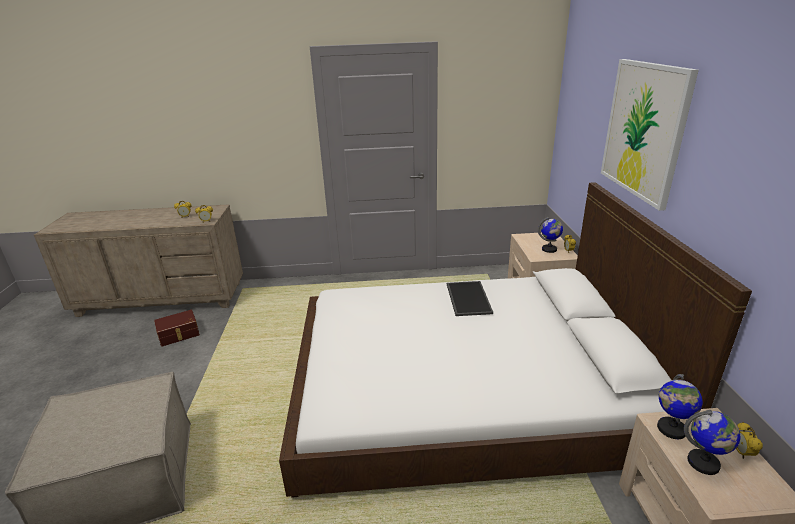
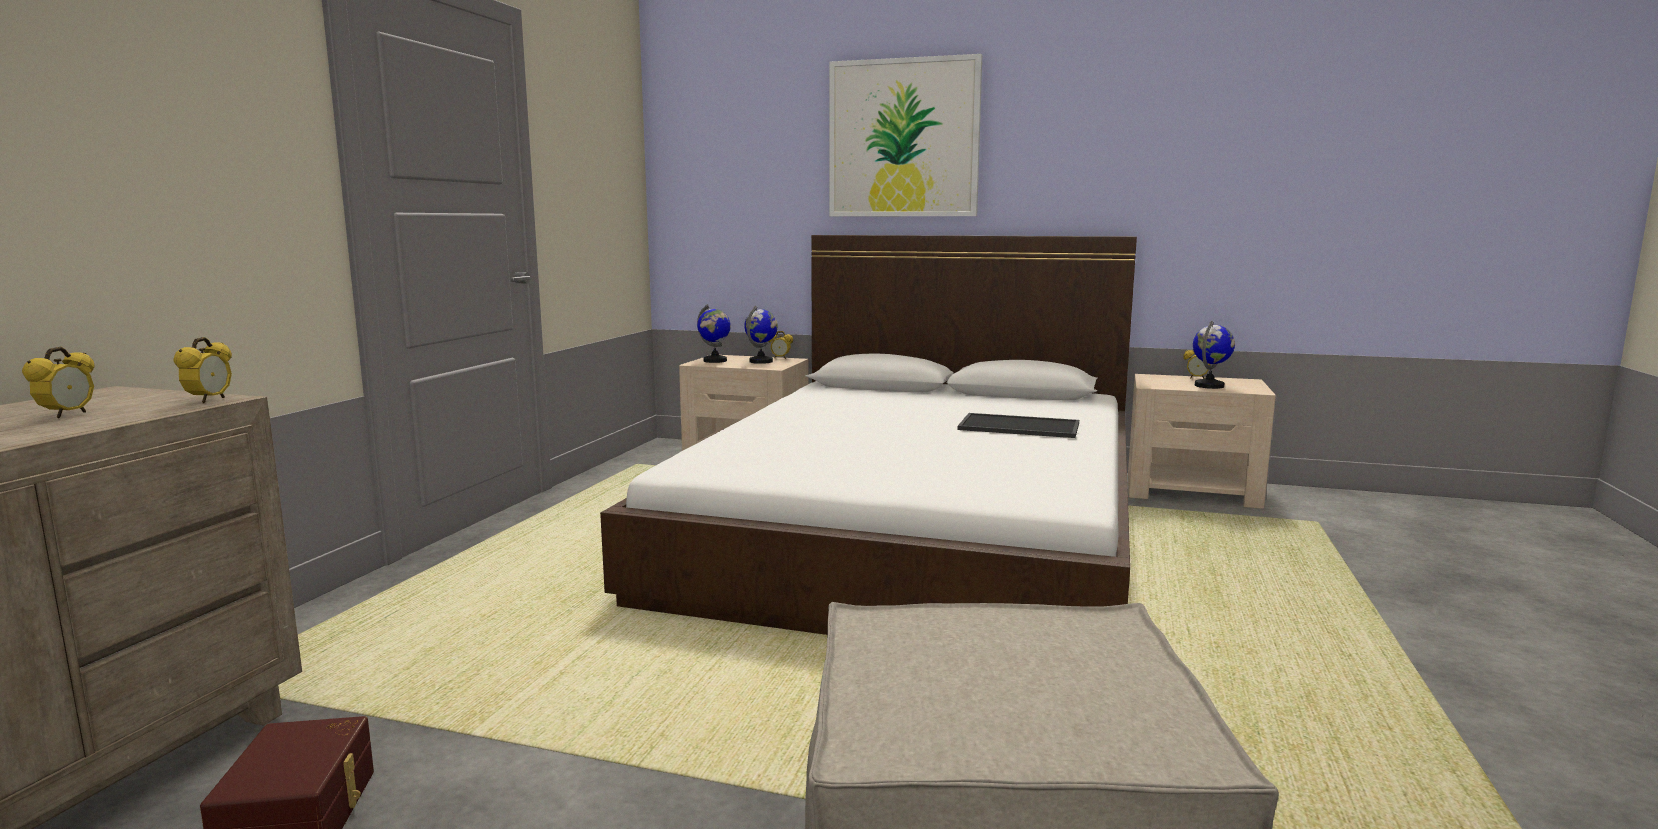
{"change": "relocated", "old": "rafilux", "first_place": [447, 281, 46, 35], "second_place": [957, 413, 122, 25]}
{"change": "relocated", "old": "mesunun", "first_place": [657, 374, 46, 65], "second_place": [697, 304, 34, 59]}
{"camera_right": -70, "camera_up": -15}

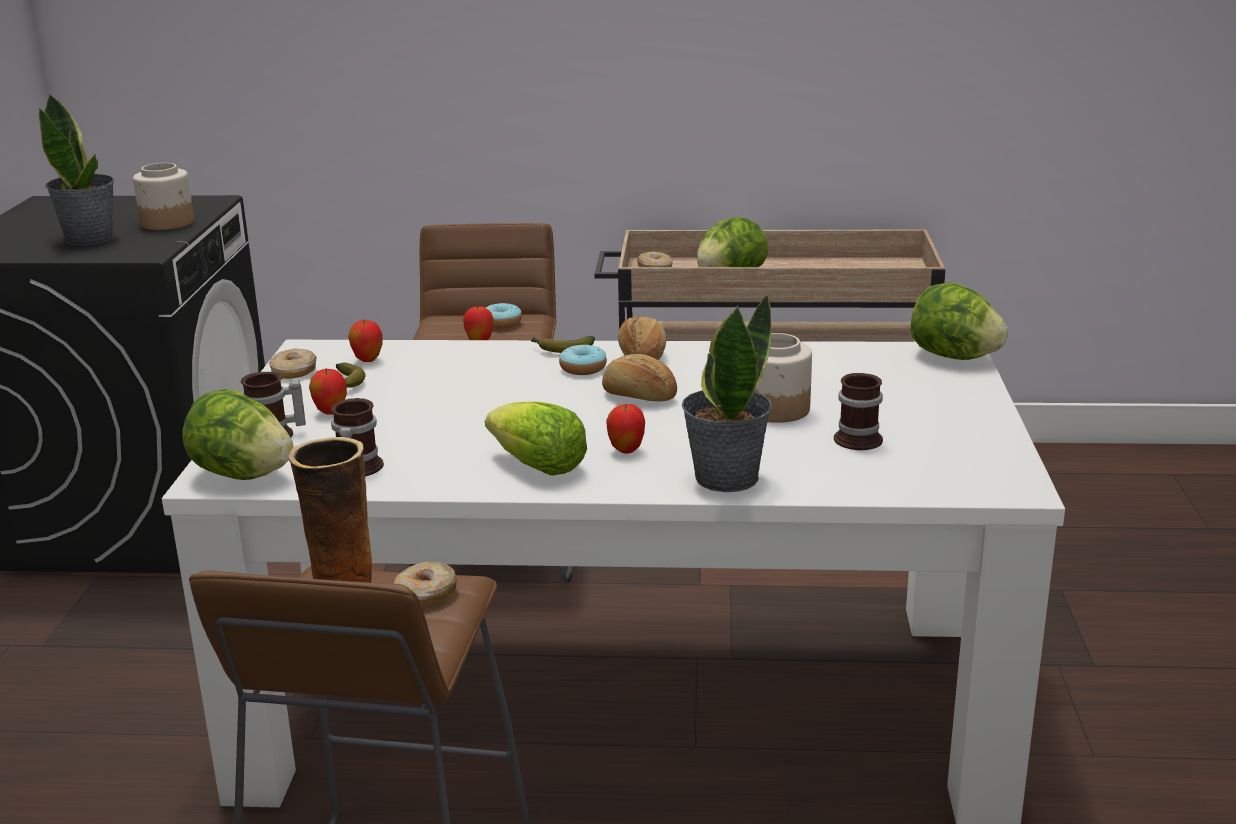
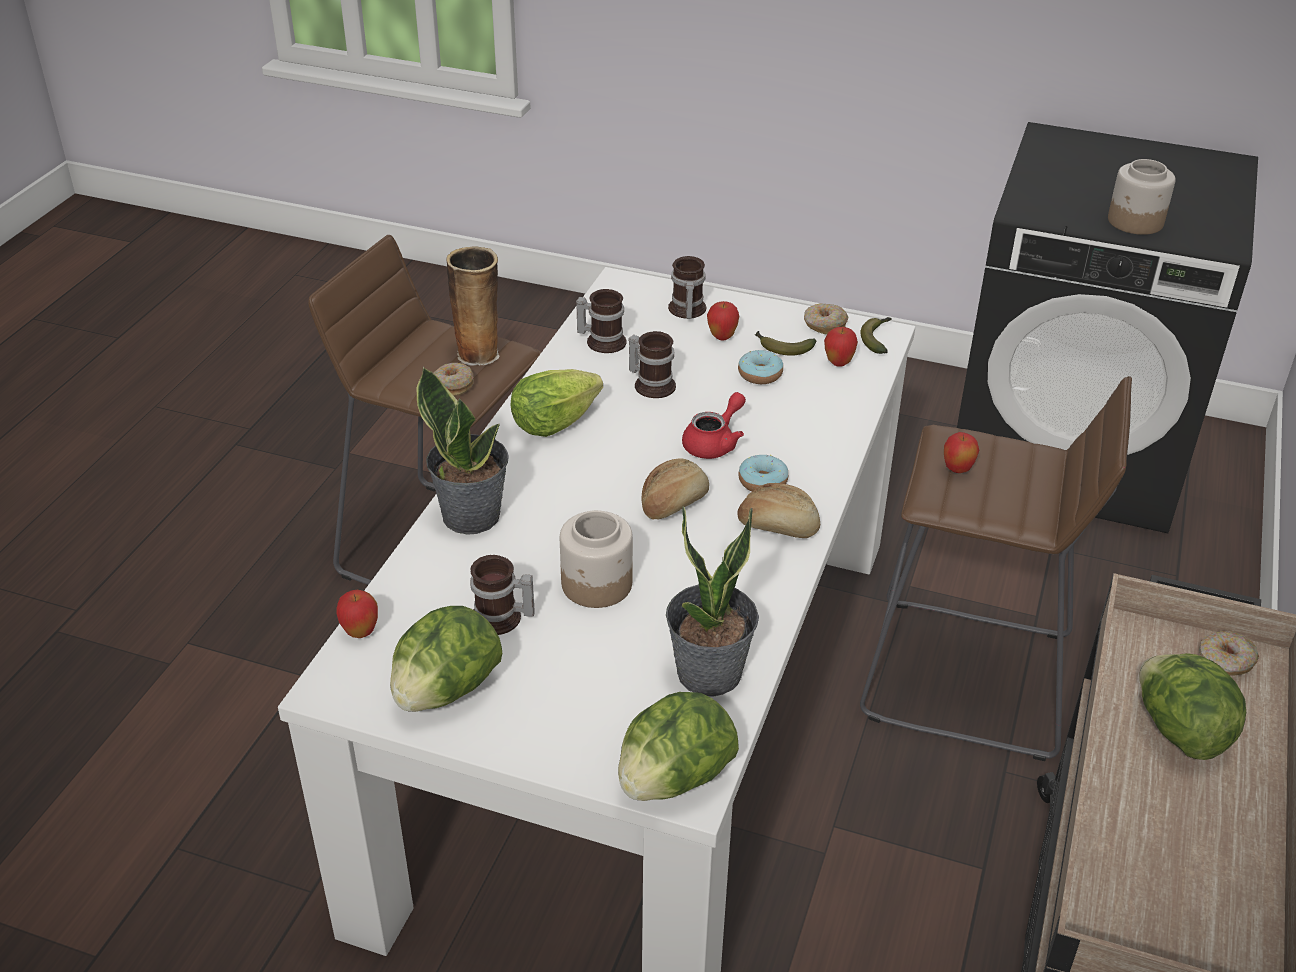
{"change": "relocated", "old": "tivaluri", "first_place": [39, 94, 75, 151], "second_place": [666, 507, 93, 190]}
{"change": "relocated", "old": "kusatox", "first_place": [486, 303, 36, 26], "second_place": [738, 350, 45, 34]}
{"change": "relocated", "old": "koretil", "first_place": [531, 336, 64, 17], "second_place": [860, 317, 32, 37]}
{"change": "relocated", "old": "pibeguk", "first_place": [183, 389, 111, 91], "second_place": [390, 606, 112, 106]}
{"change": "relocated", "old": "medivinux", "first_place": [606, 404, 39, 50], "second_place": [336, 590, 42, 48]}
{"change": "appeared", "new": "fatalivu", "second_place": [628, 331, 48, 67]}
{"change": "appeared", "new": "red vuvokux", "second_place": [682, 392, 64, 67]}
{"camera_right": 105, "camera_up": 15}

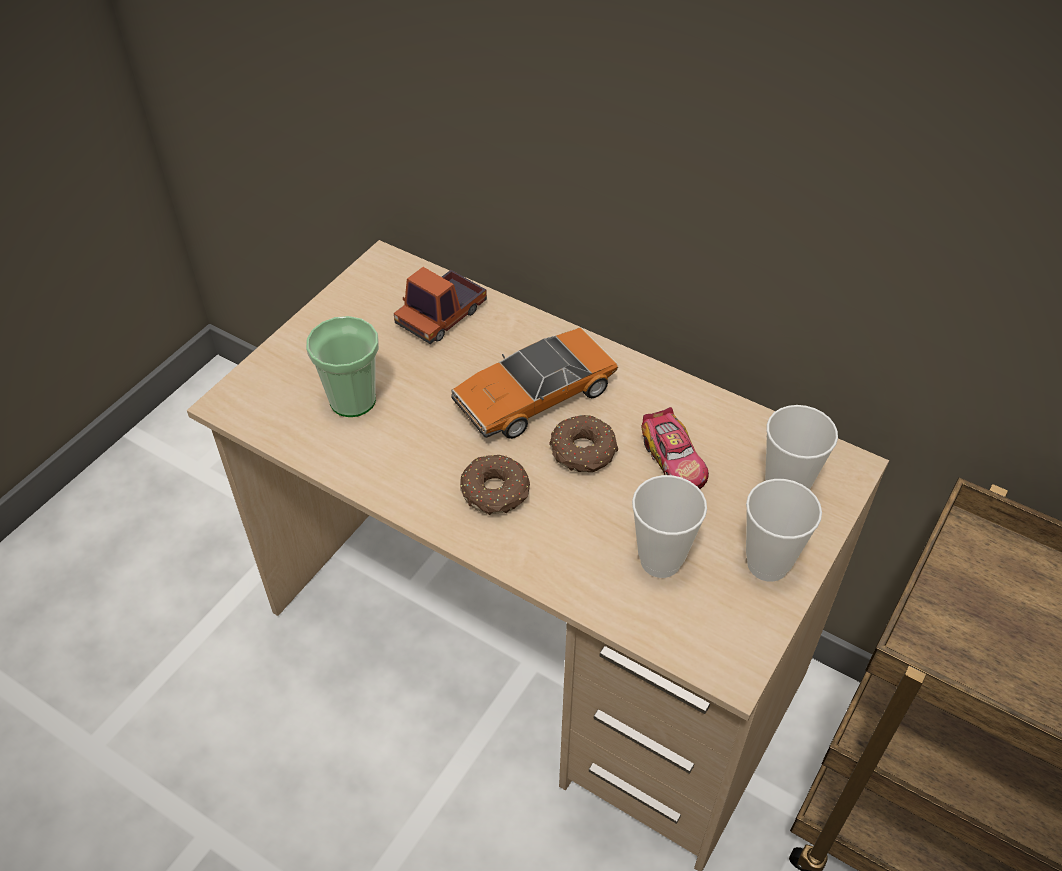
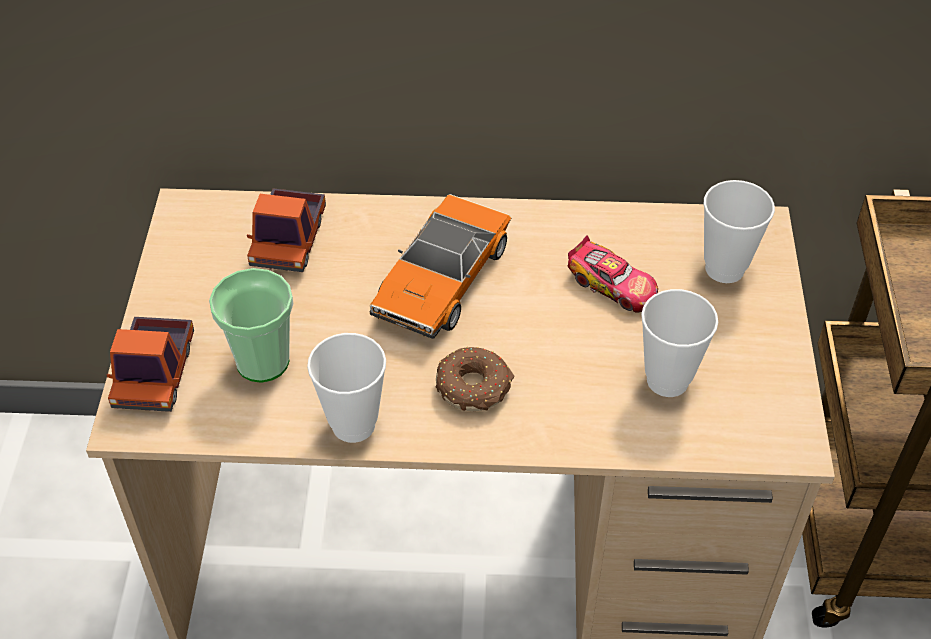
{"change": "missing", "old": "kusatox", "first_place": [550, 415, 68, 57]}
{"change": "relocated", "old": "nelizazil", "first_place": [746, 479, 76, 103], "second_place": [307, 333, 79, 110]}
{"change": "appeared", "new": "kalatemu", "second_place": [107, 317, 87, 95]}
{"camera_right": -30, "camera_up": 0}

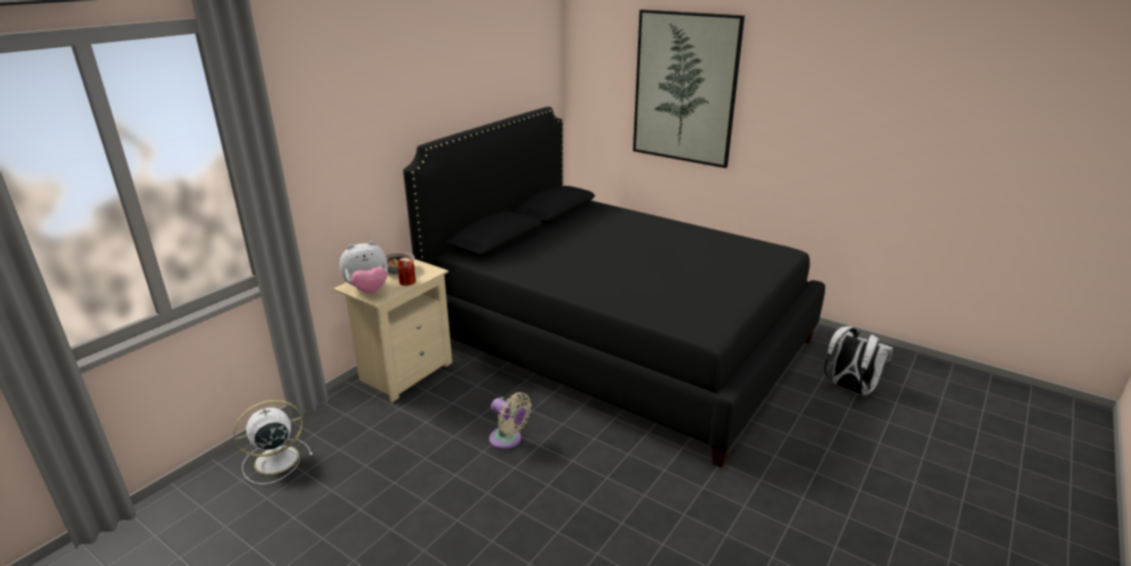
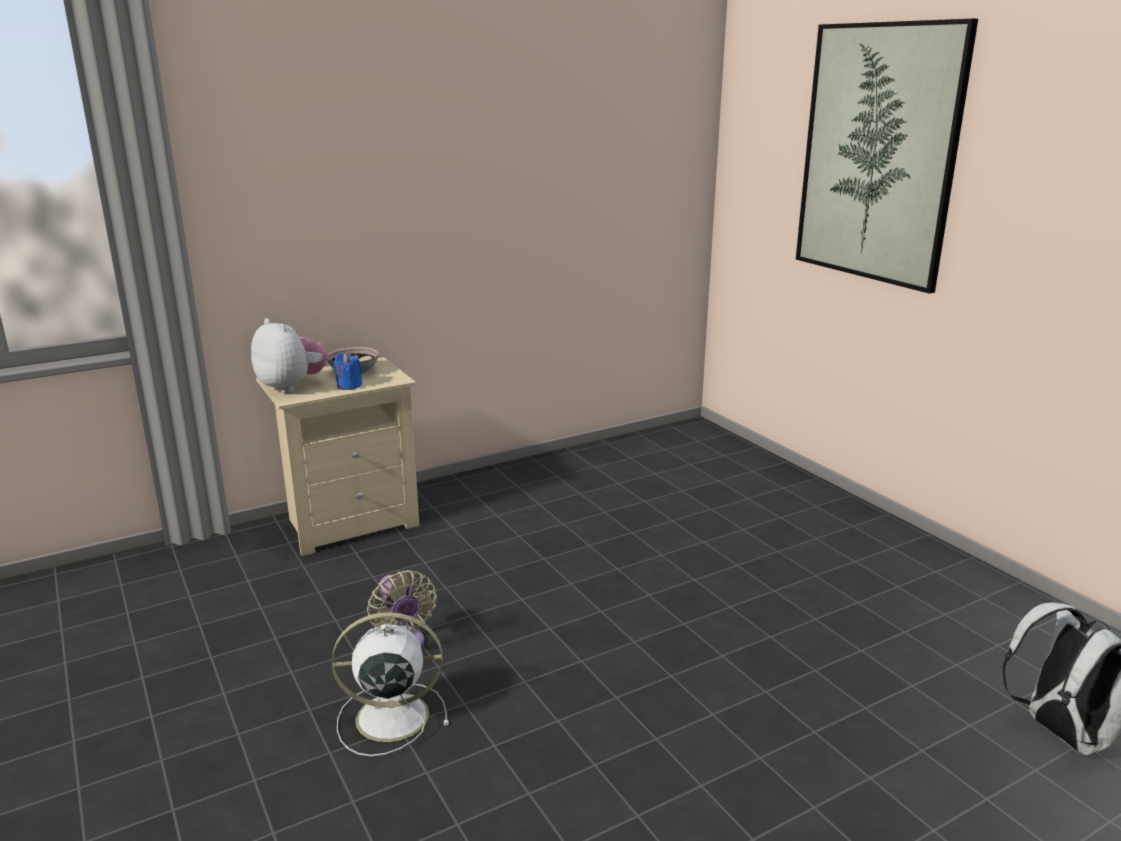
{"change": "missing", "old": "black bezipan", "first_place": [403, 107, 422, 361]}
{"change": "spun", "old": "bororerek", "first_place": [339, 241, 49, 52], "second_place": [251, 318, 77, 75], "degrees": -135}
{"change": "colour", "old": "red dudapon", "new": "blue dudapon", "first_place": [397, 260, 19, 26], "second_place": [334, 353, 28, 37]}
{"change": "relocated", "old": "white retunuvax", "first_place": [233, 400, 80, 84], "second_place": [331, 612, 118, 144]}
{"camera_right": 25, "camera_up": -5}

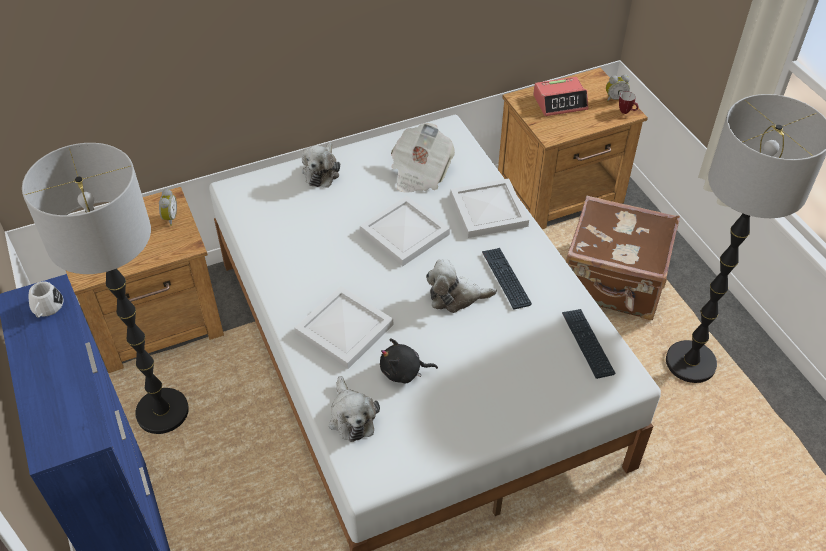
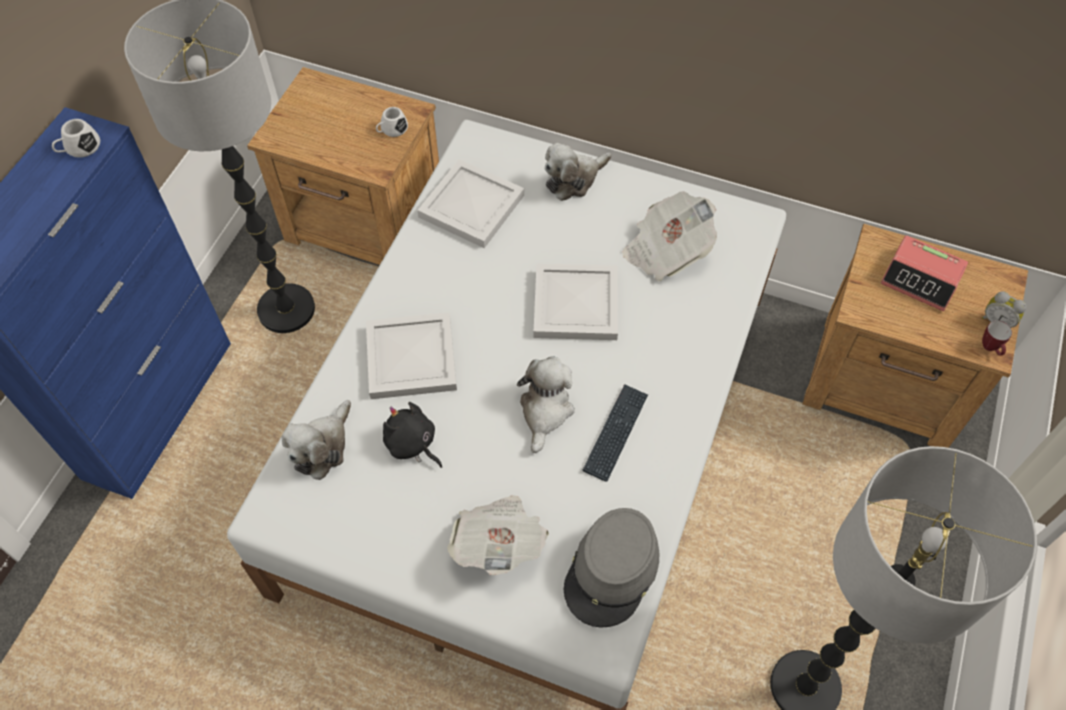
{"change": "relocated", "old": "white rafilux", "first_place": [450, 179, 79, 59], "second_place": [417, 159, 107, 89]}
{"change": "exchanged", "old": "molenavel", "new": "white fatalivu", "first_place": [159, 189, 18, 37], "second_place": [376, 107, 32, 30]}
{"change": "missing", "old": "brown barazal", "first_place": [566, 195, 114, 125]}
{"change": "spun", "old": "bororerek", "first_place": [426, 259, 71, 54], "second_place": [517, 356, 58, 97], "degrees": 60}
{"change": "exchanged", "old": "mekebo", "new": "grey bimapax", "first_place": [562, 309, 54, 70], "second_place": [563, 508, 96, 120]}
{"change": "appeared", "new": "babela", "second_place": [447, 495, 102, 80]}
{"camera_right": 45, "camera_up": 10}

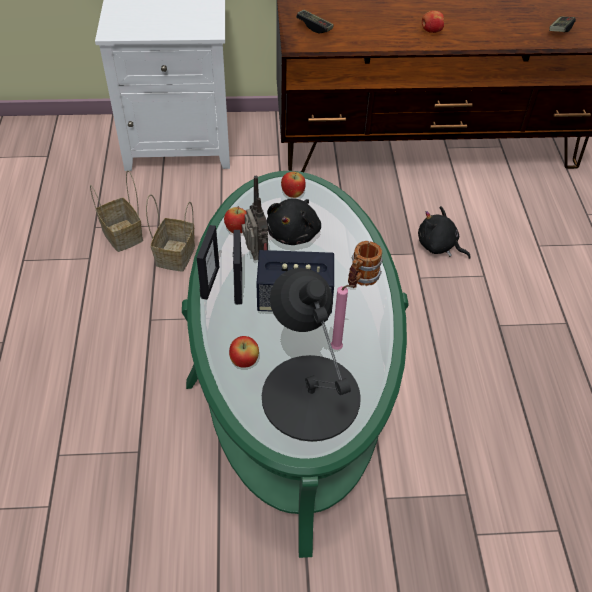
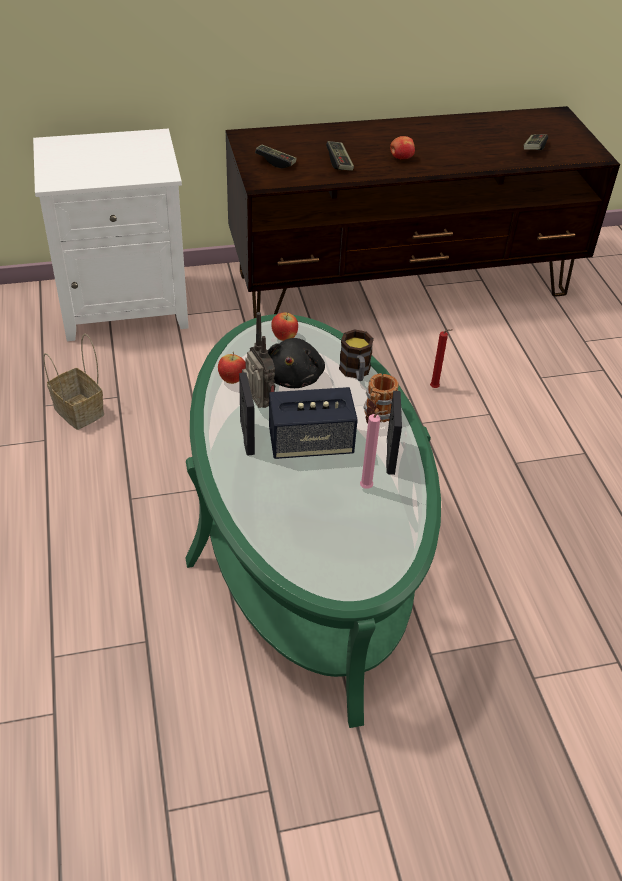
{"change": "missing", "old": "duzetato", "first_place": [146, 194, 49, 78]}
{"change": "exchanged", "old": "black bororerek", "new": "red dudapon", "first_place": [418, 206, 53, 53], "second_place": [430, 329, 23, 59]}
{"change": "relocated", "old": "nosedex", "first_place": [197, 225, 22, 74], "second_place": [386, 391, 16, 84]}
{"change": "missing", "old": "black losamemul", "first_place": [262, 268, 99, 173]}
{"change": "missing", "old": "medivinux", "first_place": [229, 336, 30, 32]}
{"change": "appeared", "new": "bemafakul", "second_place": [326, 141, 28, 30]}
{"change": "appeared", "new": "fatalivu", "second_place": [339, 329, 35, 52]}
{"camera_right": -10, "camera_up": -5}

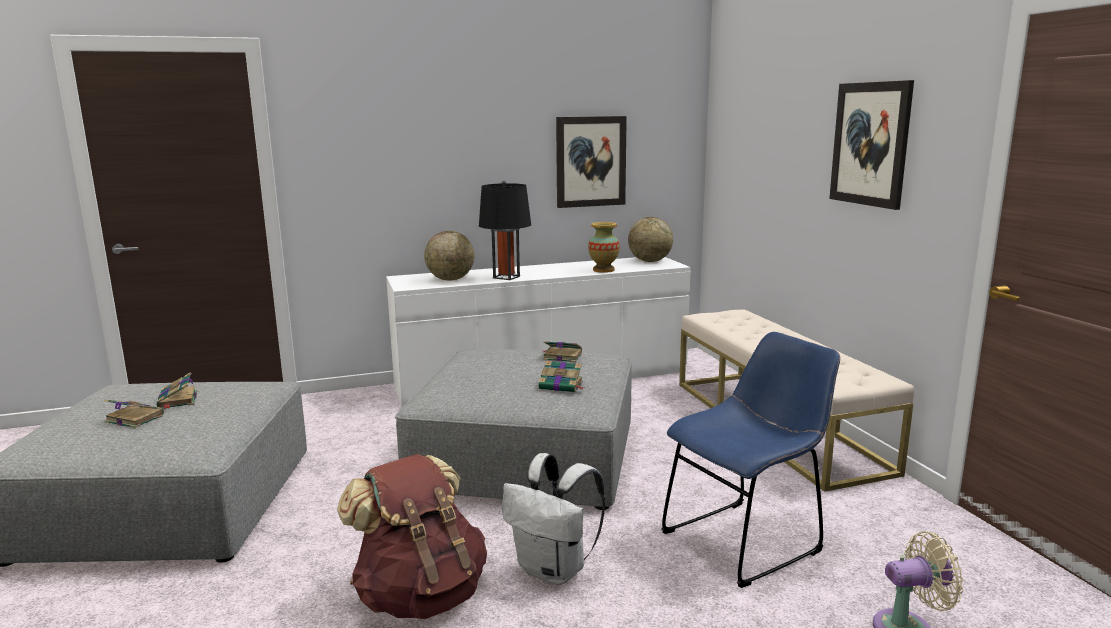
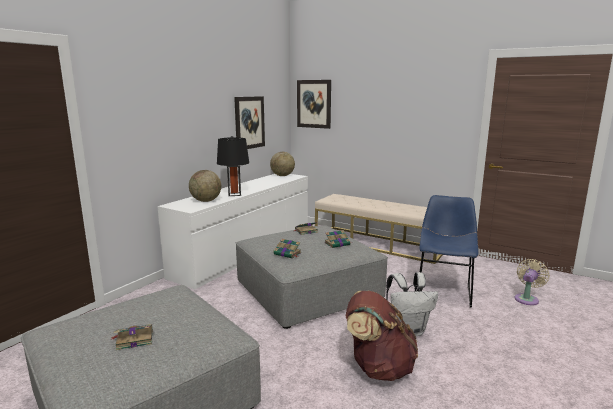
{"change": "relocated", "old": "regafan", "first_place": [829, 80, 85, 130], "second_place": [297, 80, 34, 49]}
{"change": "missing", "old": "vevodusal", "first_place": [588, 222, 32, 51]}
{"change": "relocated", "old": "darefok", "first_place": [157, 372, 40, 37], "second_place": [274, 239, 27, 20]}
{"camera_right": -40, "camera_up": 0}

